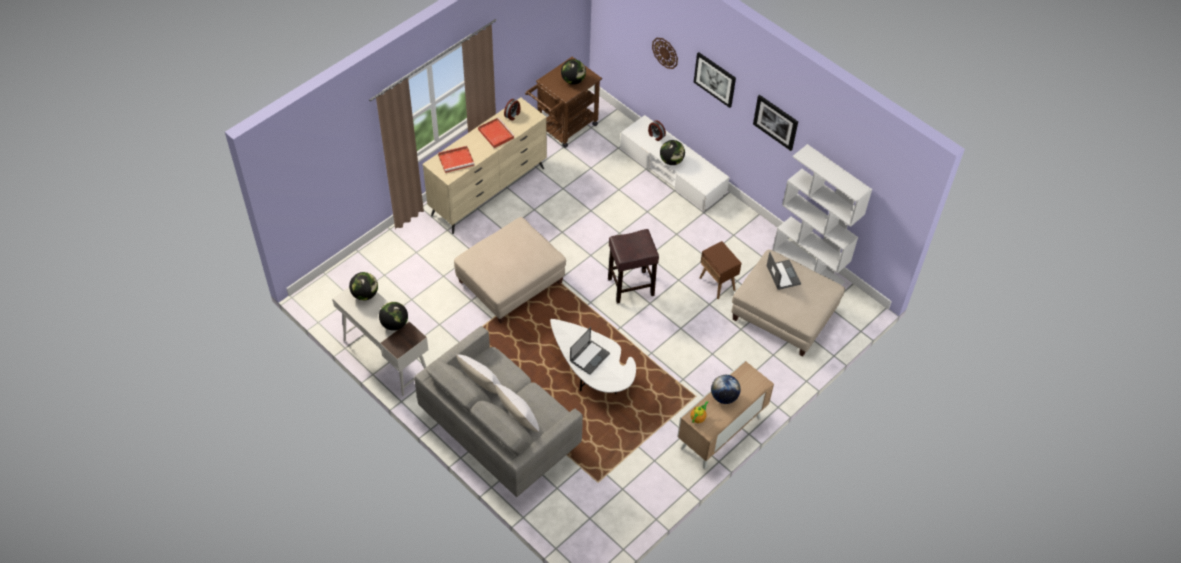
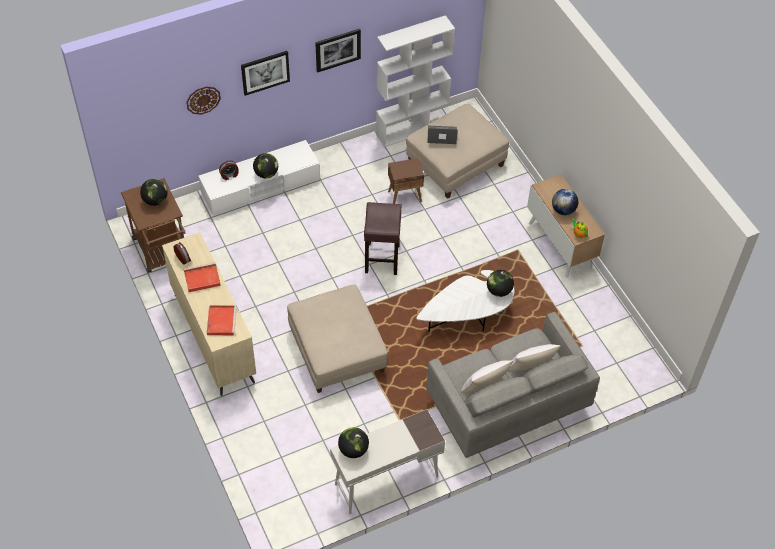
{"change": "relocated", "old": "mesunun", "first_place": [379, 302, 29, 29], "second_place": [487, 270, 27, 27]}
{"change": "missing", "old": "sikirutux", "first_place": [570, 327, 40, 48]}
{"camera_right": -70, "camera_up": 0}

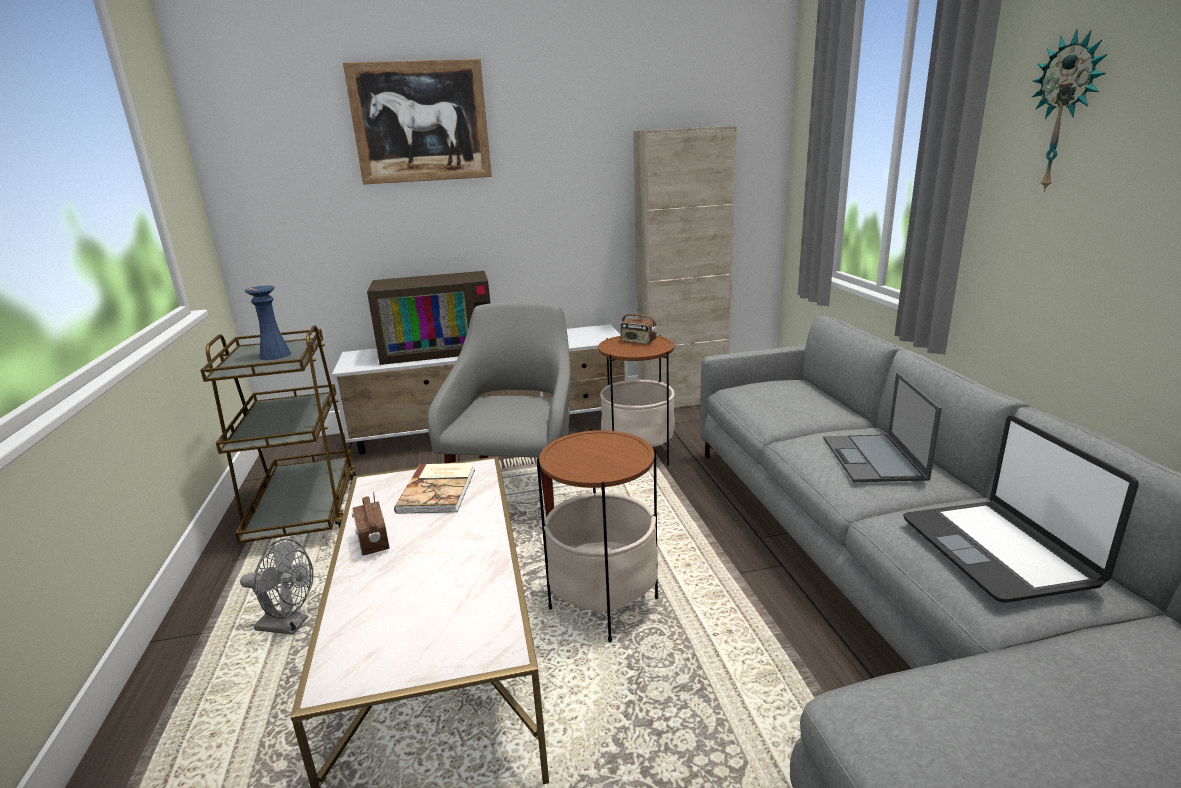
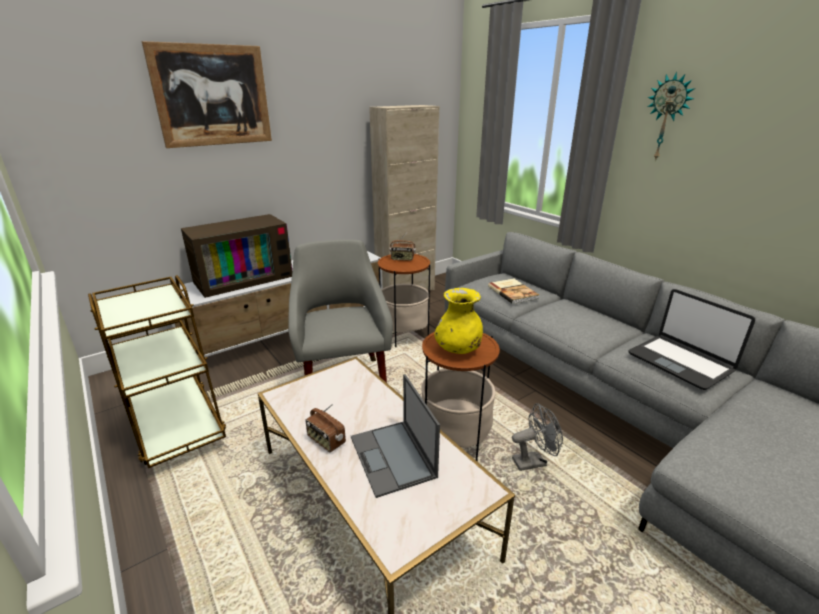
{"change": "missing", "old": "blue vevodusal", "first_place": [245, 285, 46, 75]}
{"change": "relocated", "old": "sikirutux", "first_place": [823, 372, 119, 110], "second_place": [351, 374, 89, 124]}
{"change": "relocated", "old": "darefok", "first_place": [394, 463, 81, 51], "second_place": [488, 279, 51, 25]}
{"change": "relocated", "old": "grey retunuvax", "first_place": [240, 539, 74, 96], "second_place": [512, 403, 51, 68]}
{"change": "appeared", "new": "yellow vevodusal", "second_place": [434, 288, 49, 66]}
{"camera_right": -25, "camera_up": 5}

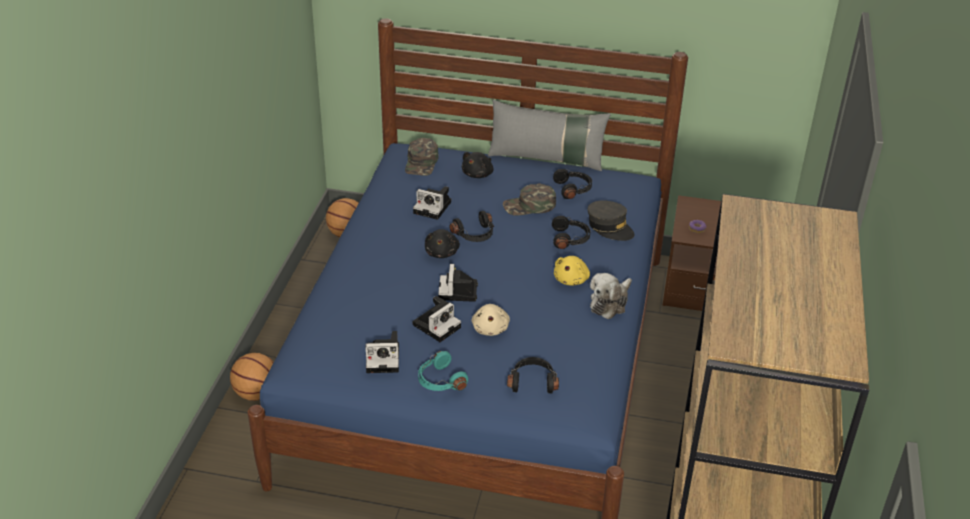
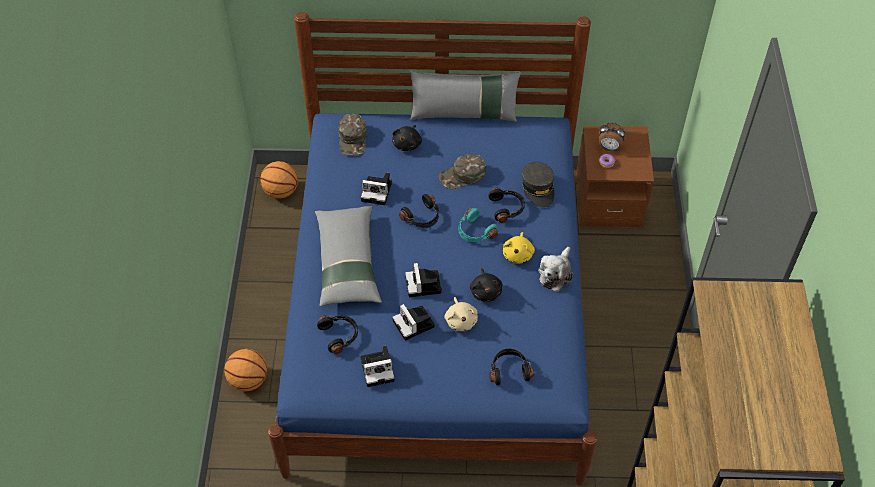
{"change": "relocated", "old": "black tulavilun", "first_place": [553, 169, 39, 30], "second_place": [317, 315, 41, 39]}
{"change": "spun", "old": "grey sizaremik", "first_place": [588, 200, 47, 41], "second_place": [522, 162, 32, 46], "degrees": 45}
{"change": "relocated", "old": "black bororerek", "first_place": [425, 229, 35, 29], "second_place": [470, 268, 32, 34]}
{"change": "spun", "old": "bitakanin", "first_place": [413, 296, 48, 46], "second_place": [392, 304, 43, 37], "degrees": 120}
{"change": "relocated", "old": "turquoise tulavilun", "first_place": [418, 351, 50, 40], "second_place": [459, 208, 39, 34]}
{"change": "appeared", "new": "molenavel", "second_place": [598, 122, 29, 29]}
{"change": "appeared", "new": "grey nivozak", "second_place": [315, 206, 67, 101]}
{"camera_right": -10, "camera_up": 15}

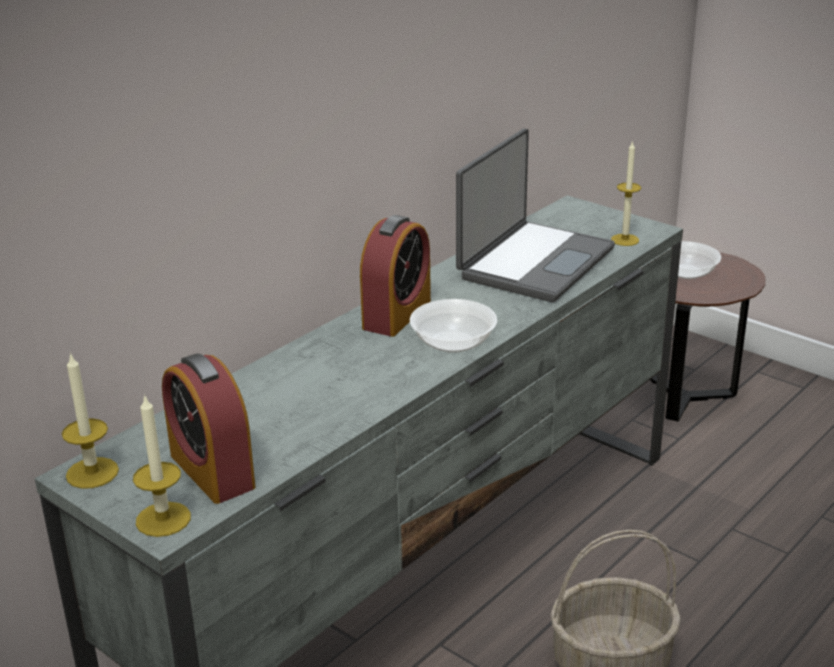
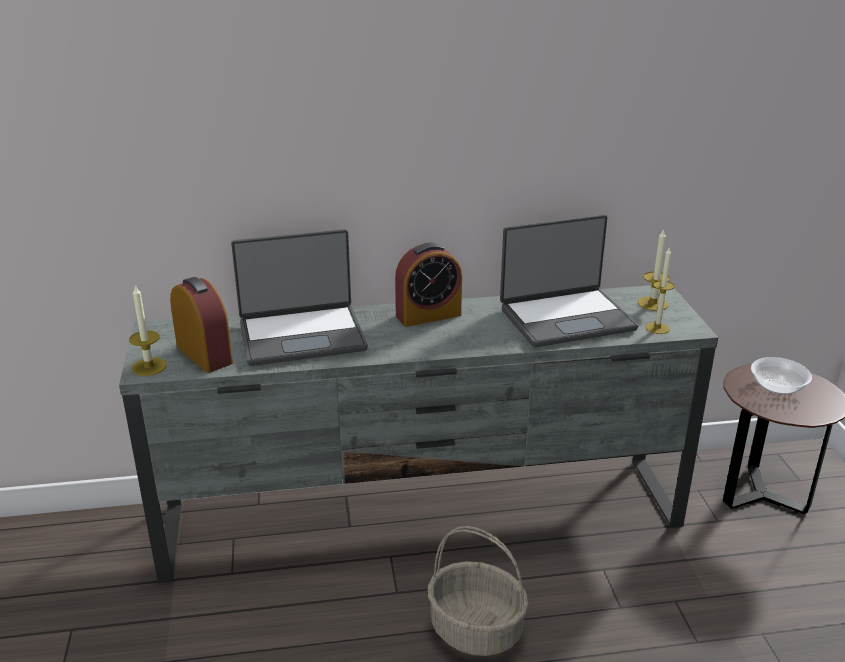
{"change": "missing", "old": "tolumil", "first_place": [410, 299, 87, 54]}
{"change": "relocated", "old": "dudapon", "first_place": [62, 352, 57, 137], "second_place": [638, 228, 32, 83]}
{"change": "spun", "old": "molenavel", "first_place": [162, 353, 94, 151], "second_place": [170, 277, 63, 96], "degrees": 135}
{"change": "appeared", "new": "sikirutux", "second_place": [231, 229, 137, 137]}
{"camera_right": 40, "camera_up": 0}

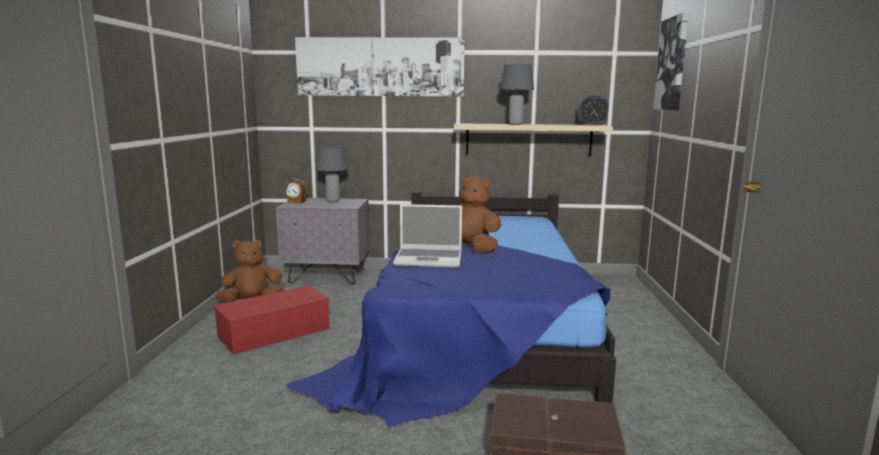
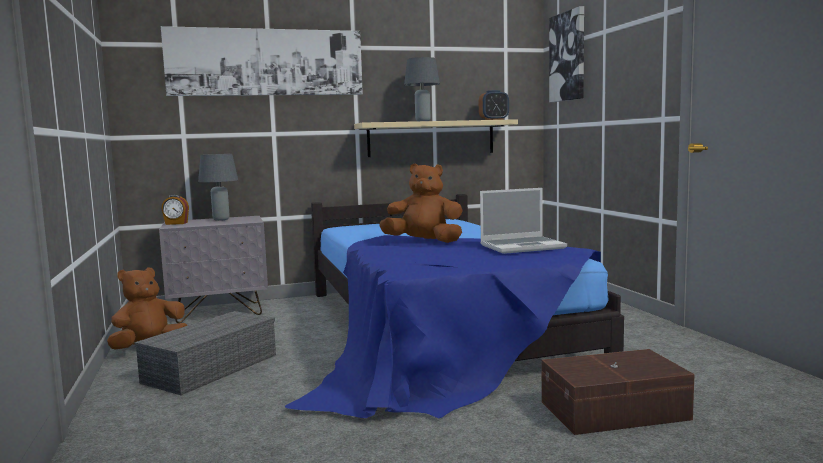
{"change": "relocated", "old": "sikirutux", "first_place": [393, 204, 69, 64], "second_place": [480, 188, 87, 66]}
{"change": "colour", "old": "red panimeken", "new": "grey panimeken", "first_place": [214, 286, 116, 68], "second_place": [134, 311, 142, 84]}
{"camera_right": -20, "camera_up": -5}

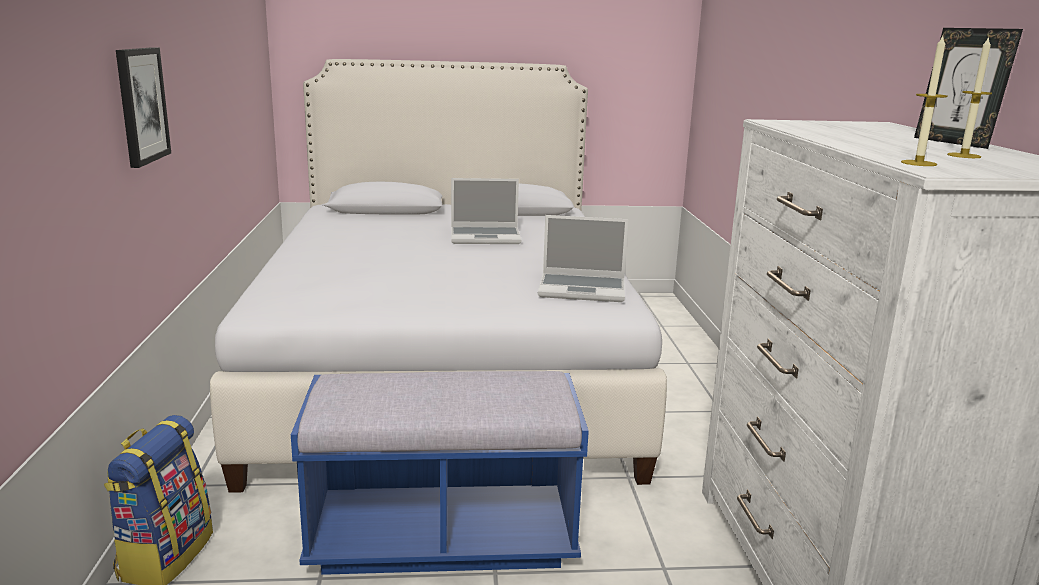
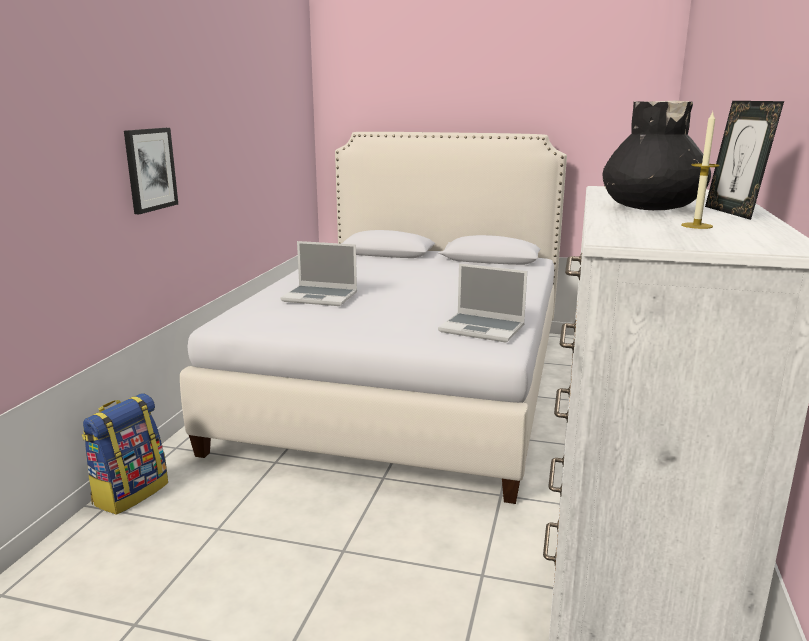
{"change": "missing", "old": "dudapon", "first_place": [901, 36, 47, 130]}
{"change": "relocated", "old": "sikirutux", "first_place": [451, 178, 70, 66], "second_place": [280, 241, 77, 65]}
{"change": "missing", "old": "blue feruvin", "first_place": [291, 371, 298, 204]}
{"change": "appeared", "new": "black vevodusal", "second_place": [602, 100, 109, 110]}
{"camera_right": 20, "camera_up": 0}

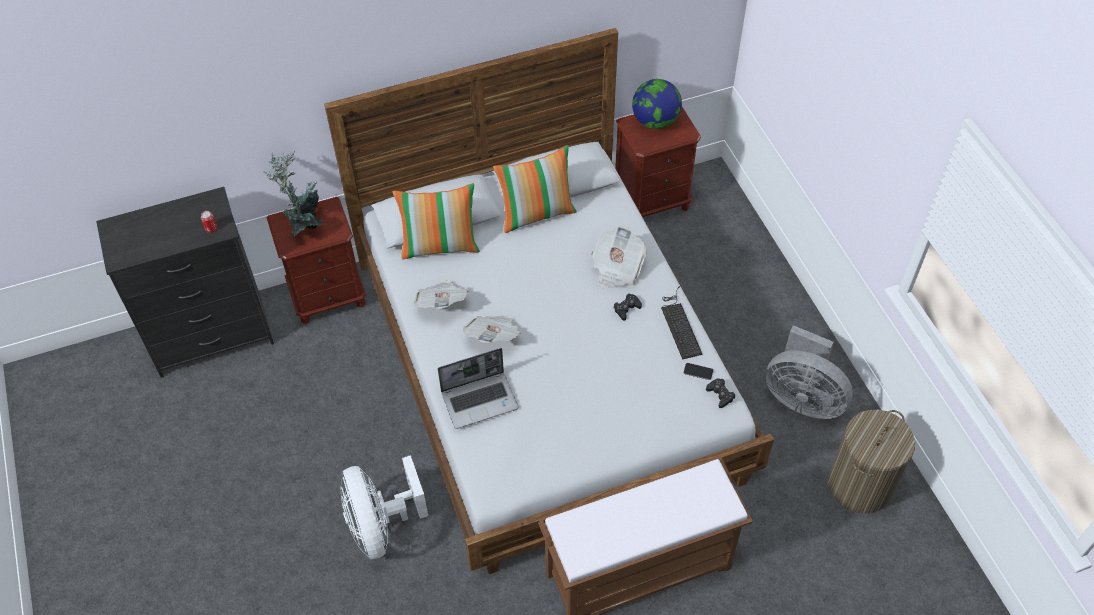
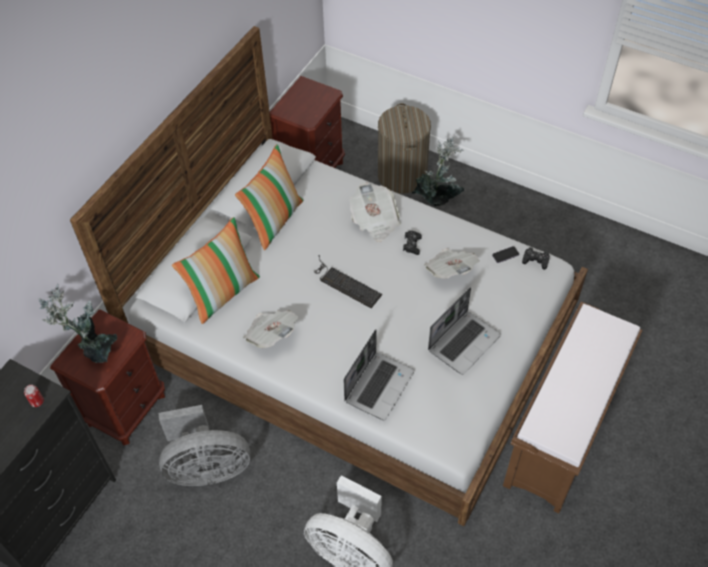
{"change": "missing", "old": "mesunun", "first_place": [632, 79, 50, 50]}
{"change": "relocated", "old": "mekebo", "first_place": [661, 286, 42, 74], "second_place": [314, 255, 68, 53]}
{"change": "relocated", "old": "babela", "first_place": [463, 315, 57, 28], "second_place": [424, 248, 56, 31]}
{"change": "relocated", "old": "grey retunuvax", "first_place": [765, 325, 88, 94], "second_place": [159, 405, 91, 81]}
{"change": "relocated", "old": "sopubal", "first_place": [828, 410, 87, 103], "second_place": [378, 103, 53, 91]}
{"change": "appeared", "new": "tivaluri", "second_place": [412, 137, 53, 69]}
{"change": "appeared", "new": "sikirutux", "second_place": [428, 287, 73, 88]}
{"camera_right": -40, "camera_up": 0}

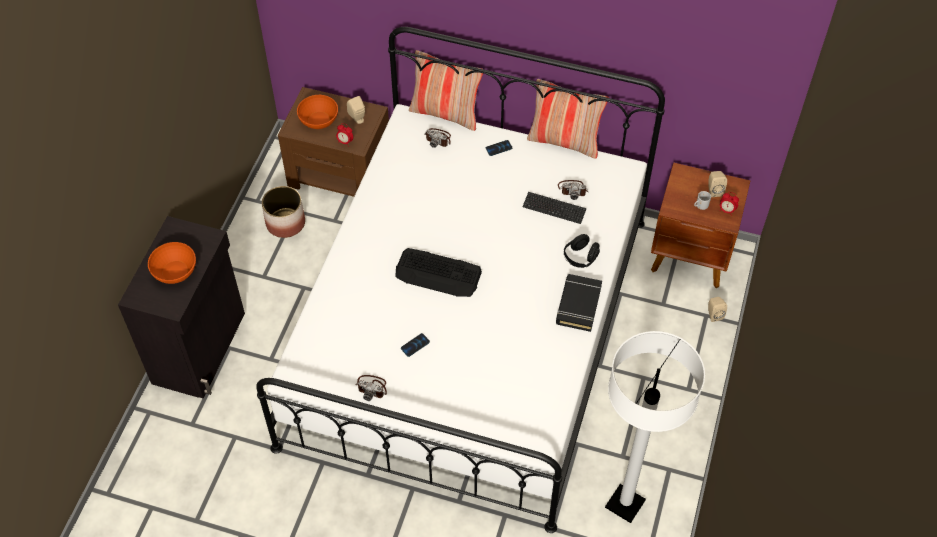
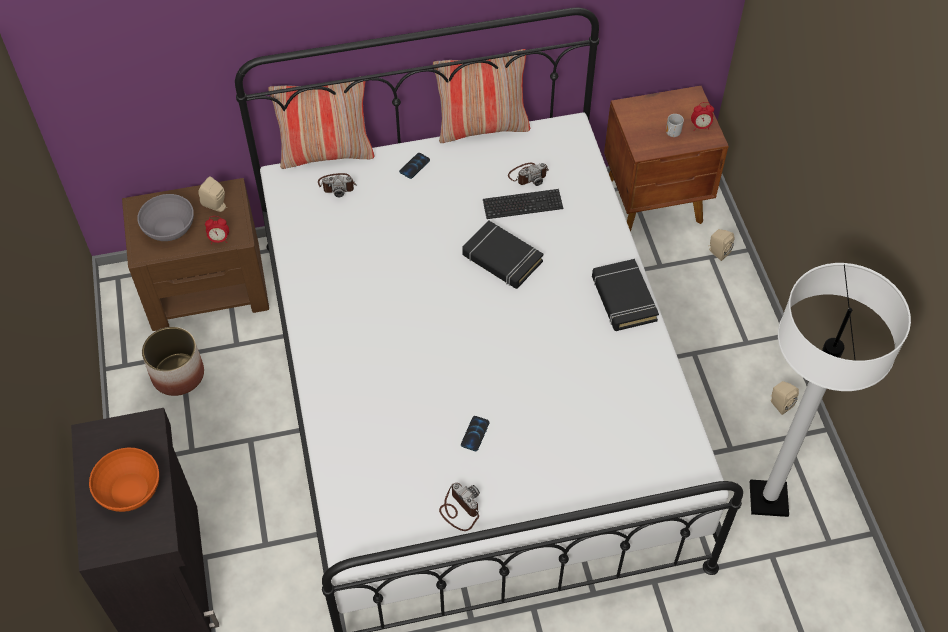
{"change": "colour", "old": "orange tolumil", "new": "grey tolumil", "first_place": [297, 95, 41, 34], "second_place": [137, 194, 57, 47]}
{"change": "relocated", "old": "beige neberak", "first_place": [708, 171, 19, 26], "second_place": [771, 381, 28, 34]}
{"change": "missing", "old": "black tulavilun", "first_place": [564, 234, 36, 34]}
{"change": "missing", "old": "mekebo", "first_place": [395, 248, 87, 49]}
{"change": "spun", "old": "bitakanin", "first_place": [356, 375, 31, 26], "second_place": [439, 483, 41, 48], "degrees": -120}
{"change": "appeared", "new": "black darefok", "second_place": [462, 221, 81, 68]}
{"camera_right": -30, "camera_up": 0}

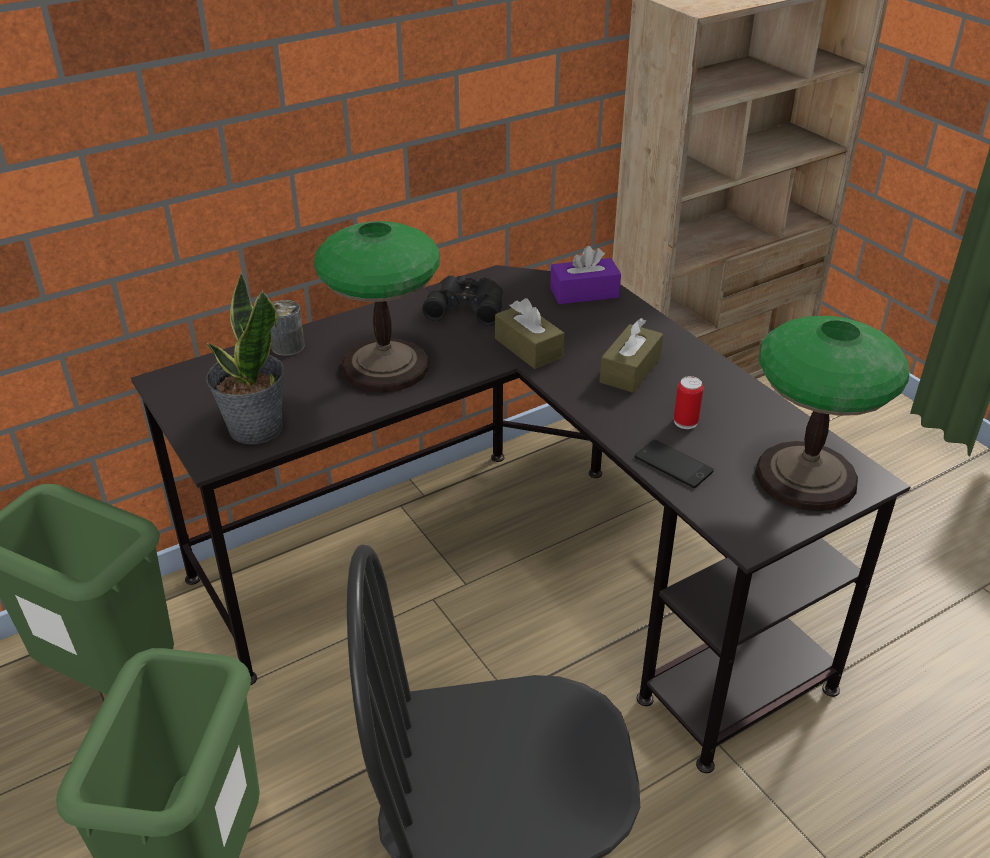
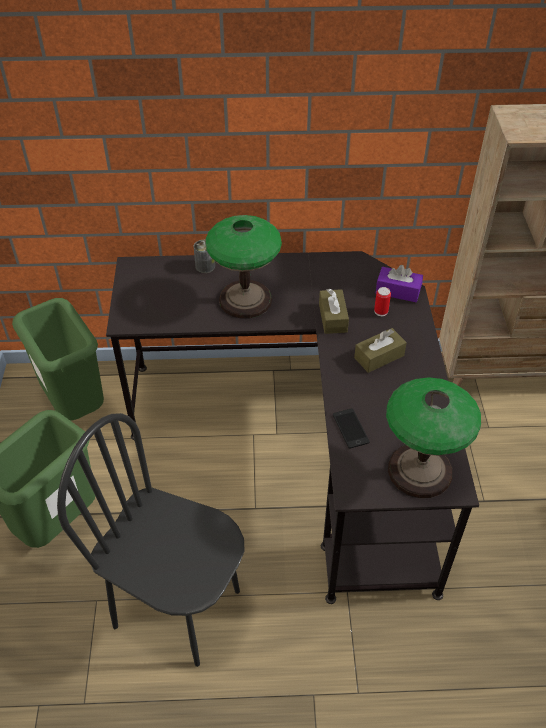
{"change": "missing", "old": "tivaluri", "first_place": [206, 272, 78, 172]}
{"change": "missing", "old": "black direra", "first_place": [422, 275, 81, 51]}
{"change": "relocated", "old": "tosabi", "first_place": [674, 376, 30, 53], "second_place": [374, 287, 17, 29]}
{"camera_right": 30, "camera_up": 10}

